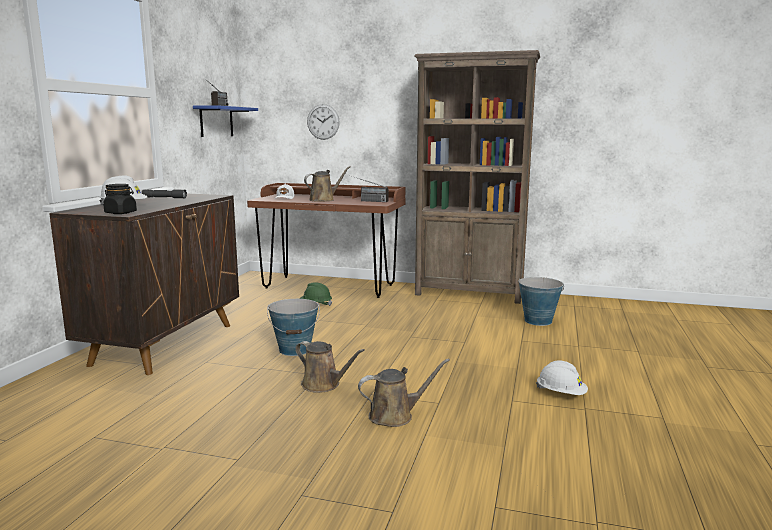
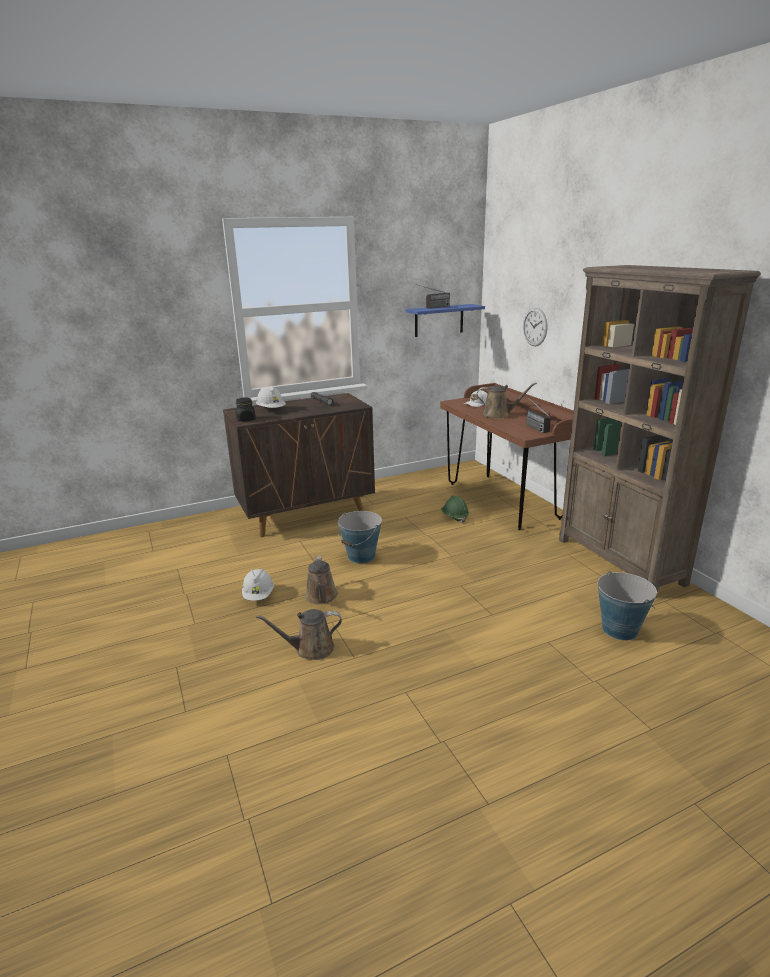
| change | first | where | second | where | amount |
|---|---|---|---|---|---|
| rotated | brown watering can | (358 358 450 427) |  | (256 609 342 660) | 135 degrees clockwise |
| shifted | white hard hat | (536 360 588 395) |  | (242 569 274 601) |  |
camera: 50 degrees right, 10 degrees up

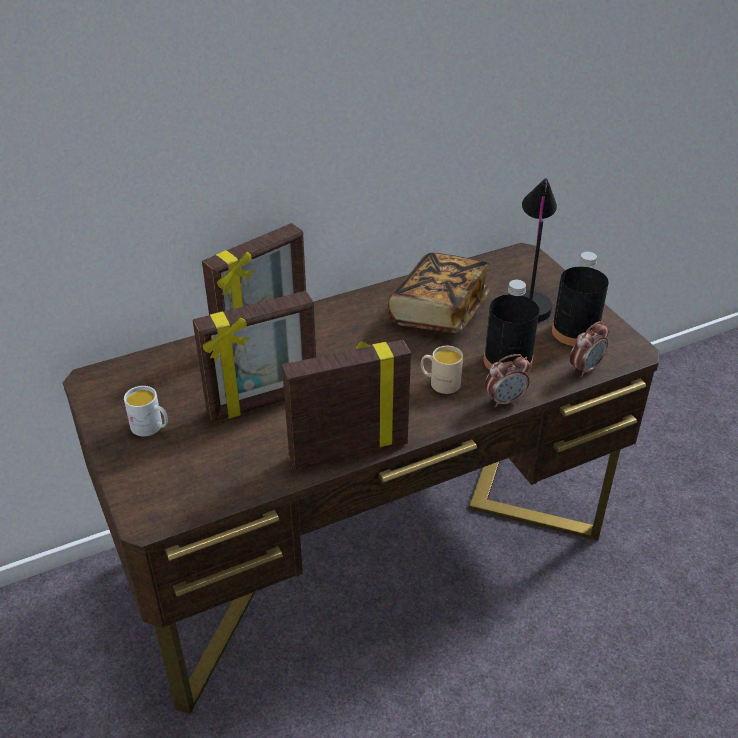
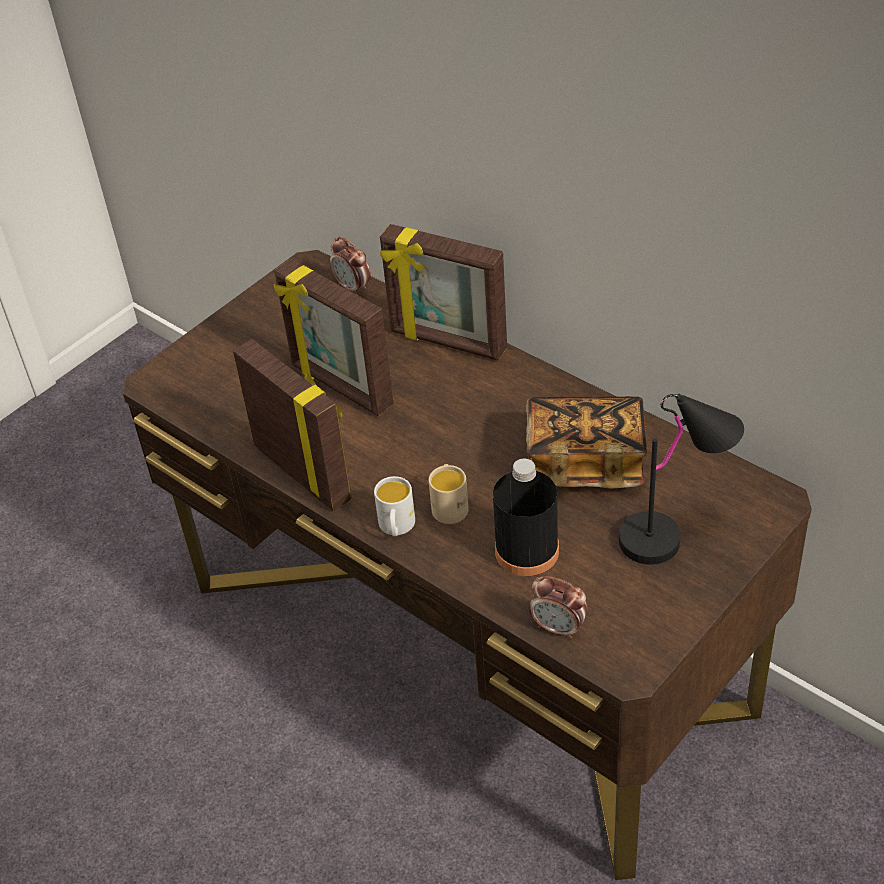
| change | first | where | second | where | amount |
|---|---|---|---|---|---|
| shifted | white mug | (124 386 168 436) |  | (374 476 415 536) |  |
| shifted | alarm clock | (485 354 530 408) |  | (330 236 371 295) |  |
| gone | black bottle | (552 252 609 346) |  |  |  |
camera: 70 degrees right, 5 degrees up

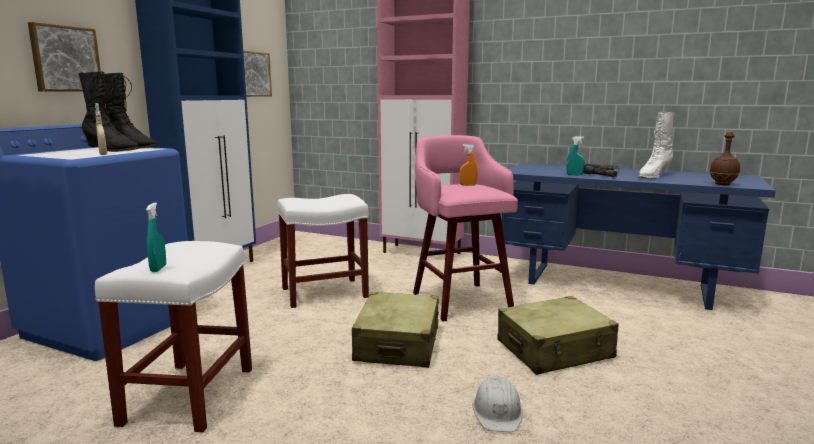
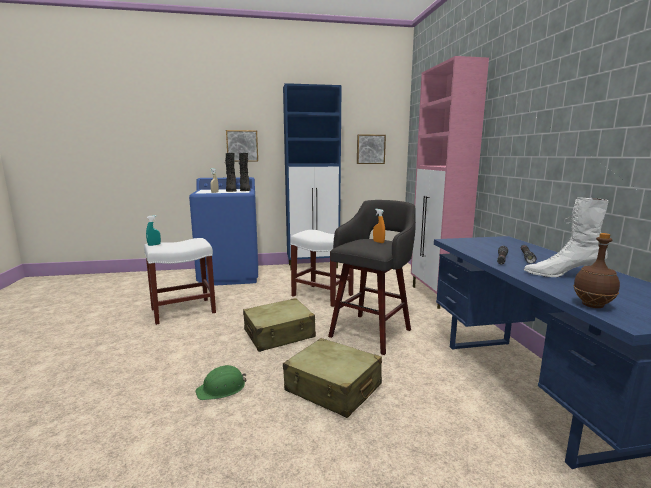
| change | first | where | second | where | amount |
|---|---|---|---|---|---|
| repainted | pink stool | (413 135 518 322) | grey stool | (328 200 416 355) |  |
| repainted | white hard hat | (472 376 523 432) | green hard hat | (195 365 246 400) |  |
| gone | turquoise spray bottle | (567 136 585 176) |  |  |  |
camera: 55 degrees right, 0 degrees up

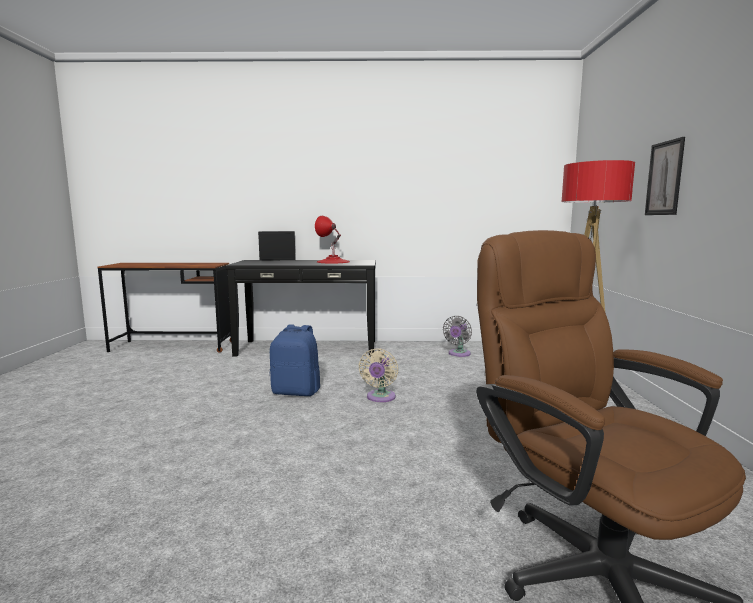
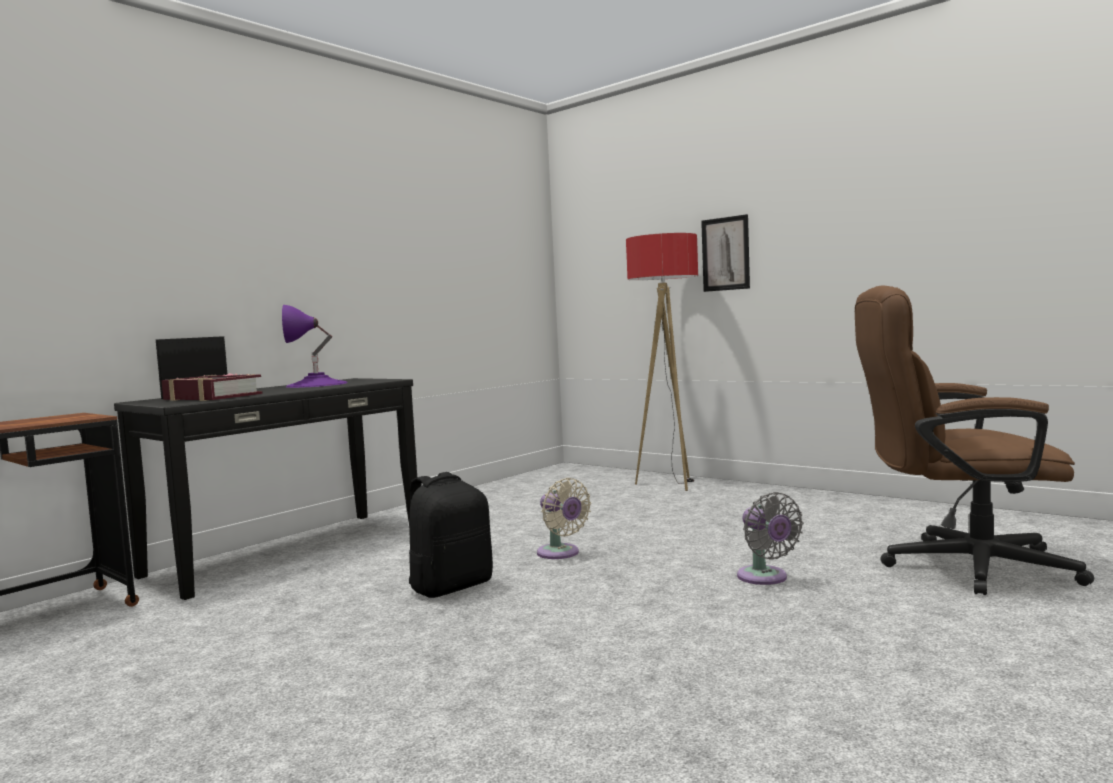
| change | first | where | second | where | amount |
|---|---|---|---|---|---|
| repainted | blue backpack | (270 324 320 396) | black backpack | (409 472 493 598) |  |
| repainted | red table lamp | (315 216 350 264) | purple table lamp | (282 305 348 388) |  |
| shifted | grey fan | (443 316 472 357) |  | (737 492 804 585) |  |
| new |  |  | book | (161 373 263 401) |  |
camera: 50 degrees left, 5 degrees down

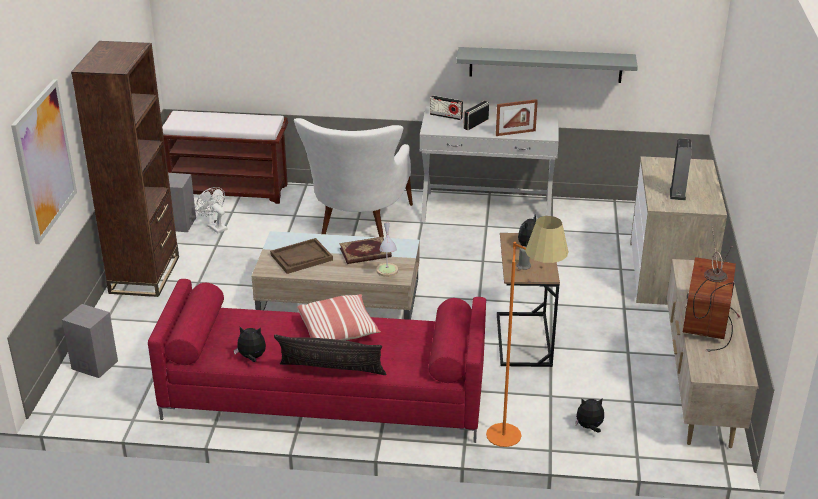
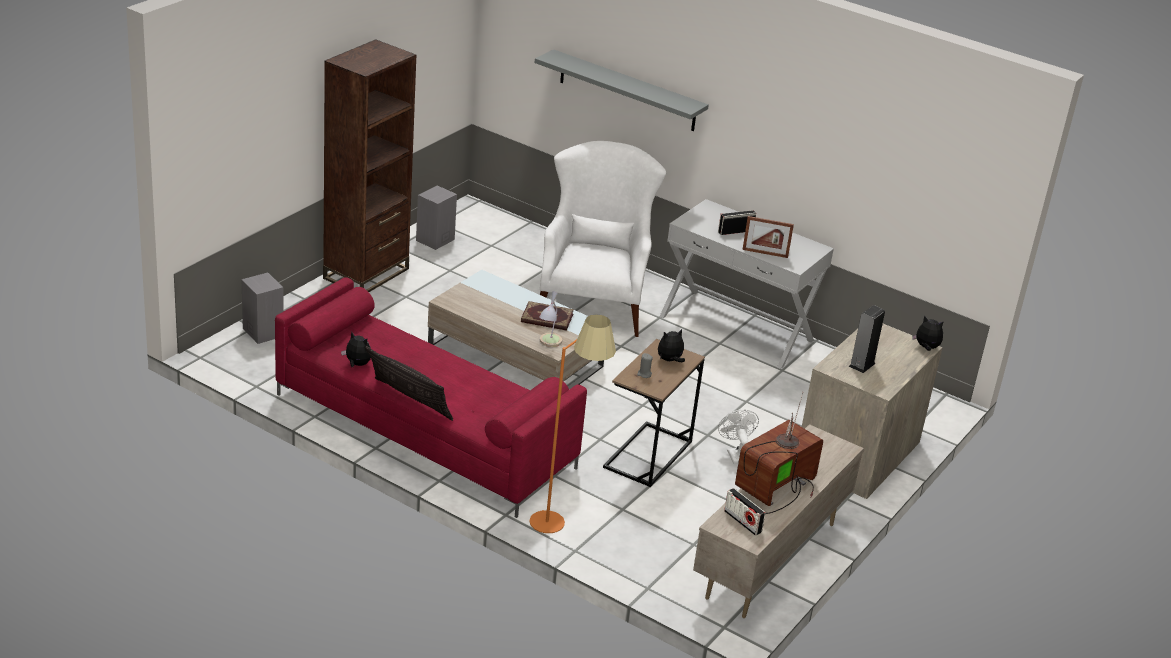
| change | first | where | second | where | amount |
|---|---|---|---|---|---|
| gone | picture | (11 79 77 244) |  |  |  |
| gone | brown bench | (162 111 288 204) |  |  |  |
| shifted | white fan | (196 187 227 233) |  | (718 410 759 464) |  |
| gone | brown tray | (270 238 333 274) |  |  |  |
| rotated | white armchair | (294 118 413 238) |  | (540 141 666 337) | 150 degrees clockwise |
| gone | pillow | (297 294 381 341) |  |  |  |
| shifted | radio | (430 95 463 120) |  | (724 488 765 536) |  |
| shifted | grey shelf | (456 47 638 83) |  | (535 49 709 131) |  |
| shifted | plush toy | (575 399 604 432) |  | (912 316 944 351) |  |
camera: 25 degrees right, 0 degrees up

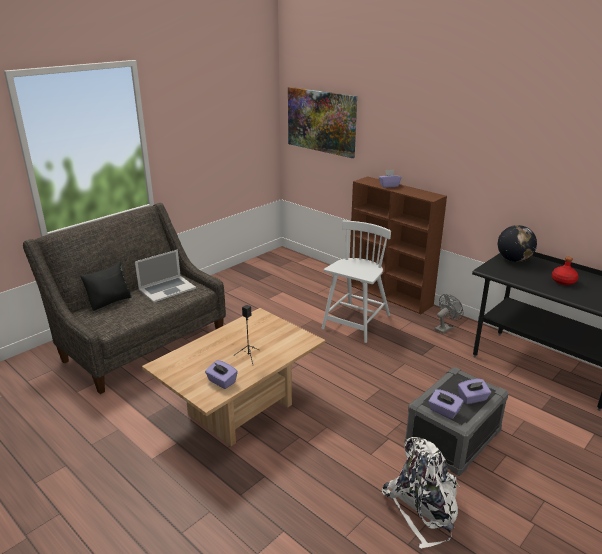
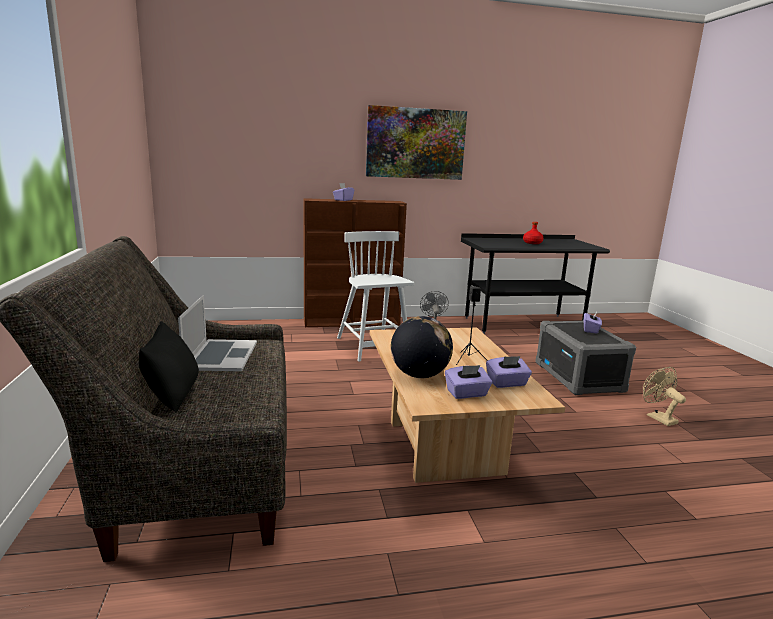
| change | first | where | second | where | amount |
|---|---|---|---|---|---|
| shifted | picture | (288 87 357 158) |  | (366 105 467 180) |  |
| swapped | white backpack | (382 437 460 549) | beige fan | (643 367 686 426) |  |
| shifted | purple tissue box | (429 389 463 419) |  | (445 365 492 399) |  |
| shifted | globe | (498 225 537 262) |  | (391 316 453 378) |  |
camera: 55 degrees left, 10 degrees down

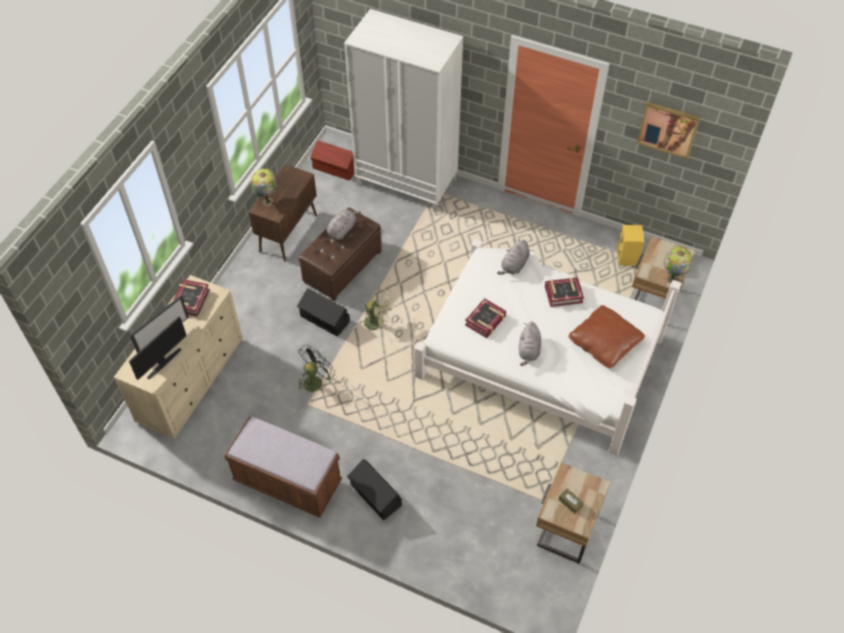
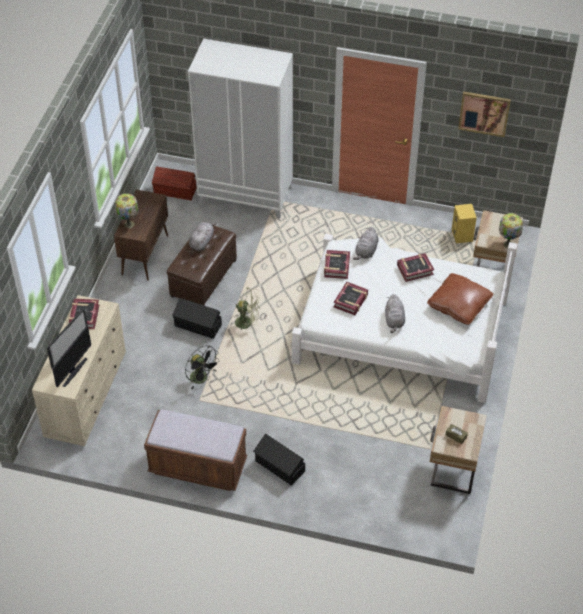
| change | first | where | second | where | amount |
|---|---|---|---|---|---|
| rotated | black fan | (298 345 333 392) |  | (185 345 220 390) | 105 degrees clockwise |
| new |  |  | book | (324 250 350 279) |  |
camera: 10 degrees left, 5 degrees down

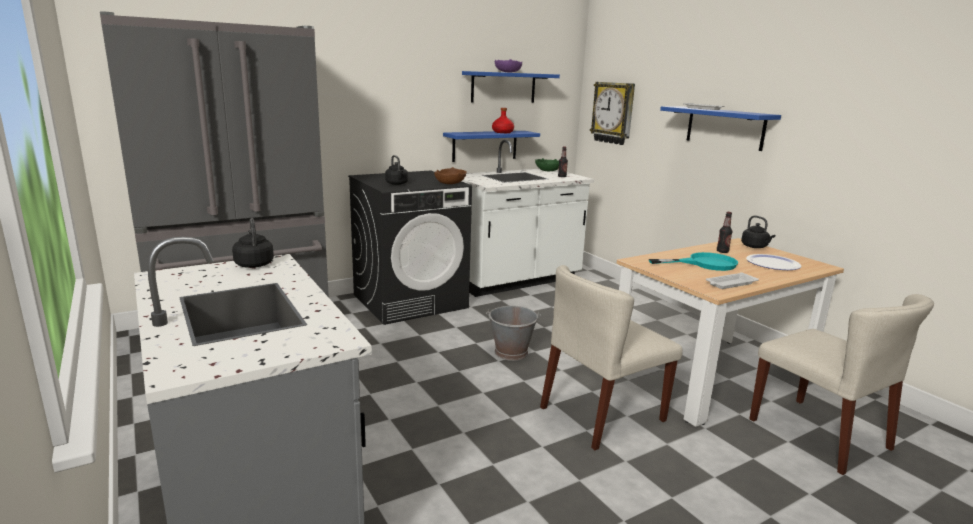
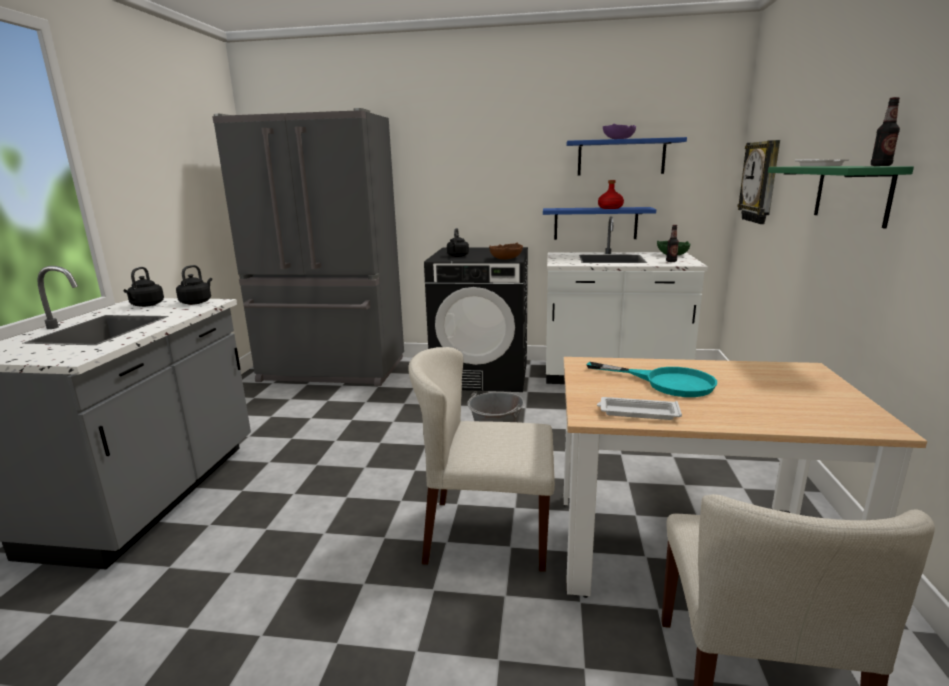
| change | first | where | second | where | amount |
|---|---|---|---|---|---|
| repainted | blue shelf | (660 106 781 151) | green shelf | (768 166 914 229) |  |
| shifted | bottle | (717 212 732 253) |  | (871 97 900 166) |  |
| shifted | black kettle | (741 216 775 248) |  | (123 267 164 307) |  |
| gone | plate | (746 254 801 270) |  |  |  |
camera: 40 degrees right, 0 degrees up

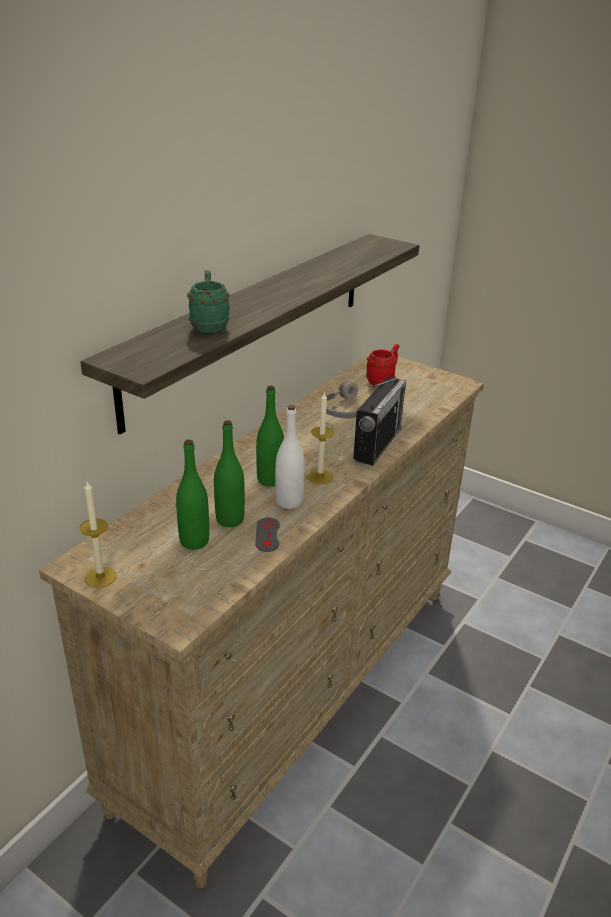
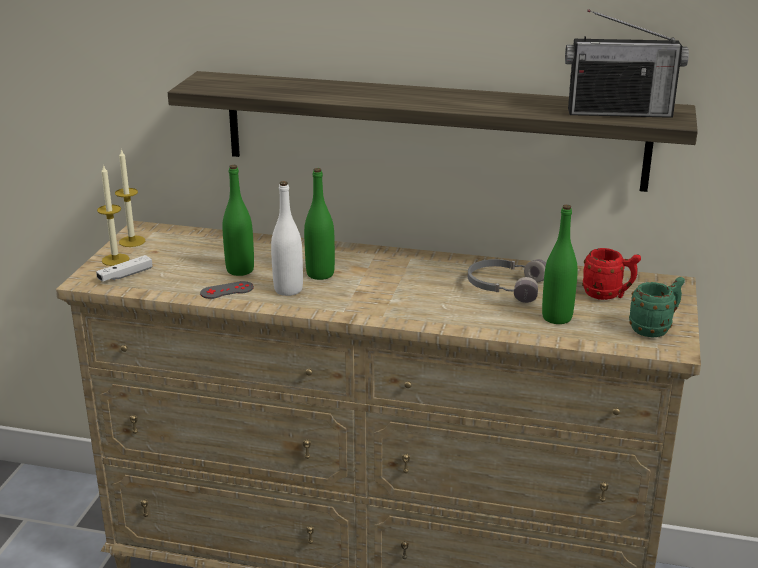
| change | first | where | second | where | amount |
|---|---|---|---|---|---|
| shifted | green bottle | (176 439 209 550) |  | (542 205 578 324) |  |
| shifted | green mug | (187 270 230 333) |  | (629 277 685 338) |  |
| shifted | candle | (308 391 334 484) |  | (97 164 129 266) |  |
| shifted | radio | (353 377 406 465) |  | (565 9 689 118) |  |
| new |  |  | white game controller | (96 255 152 282) |  |
camera: 70 degrees right, 5 degrees down

